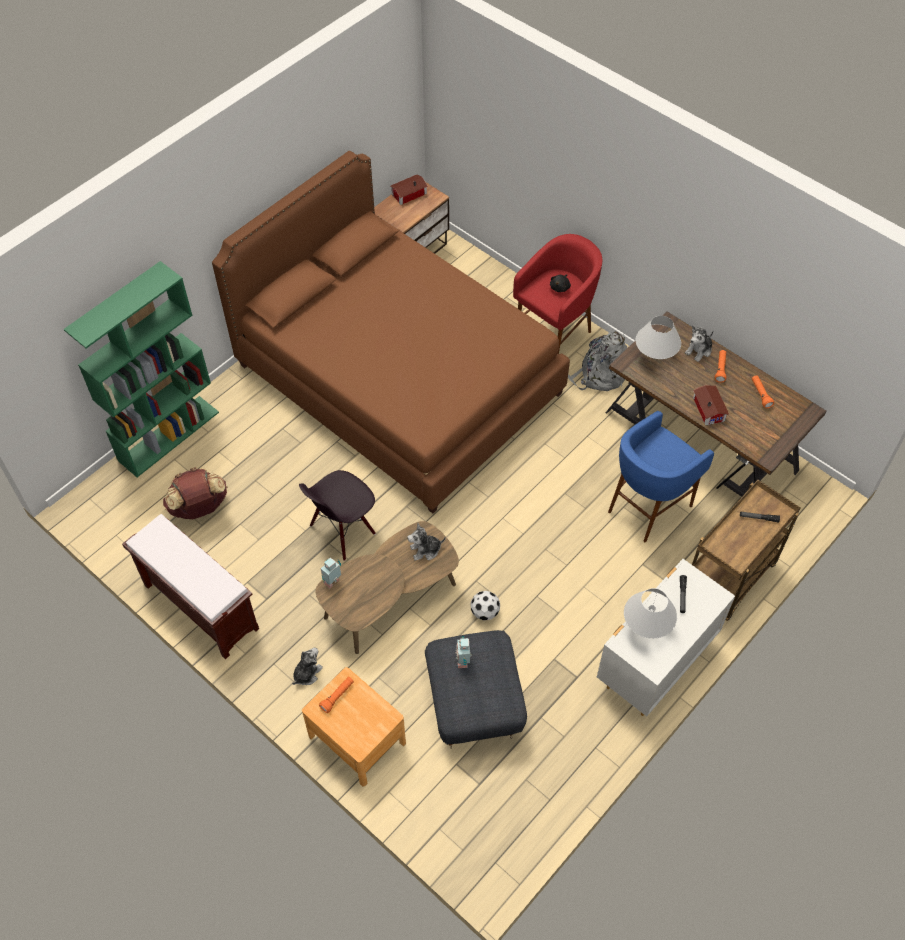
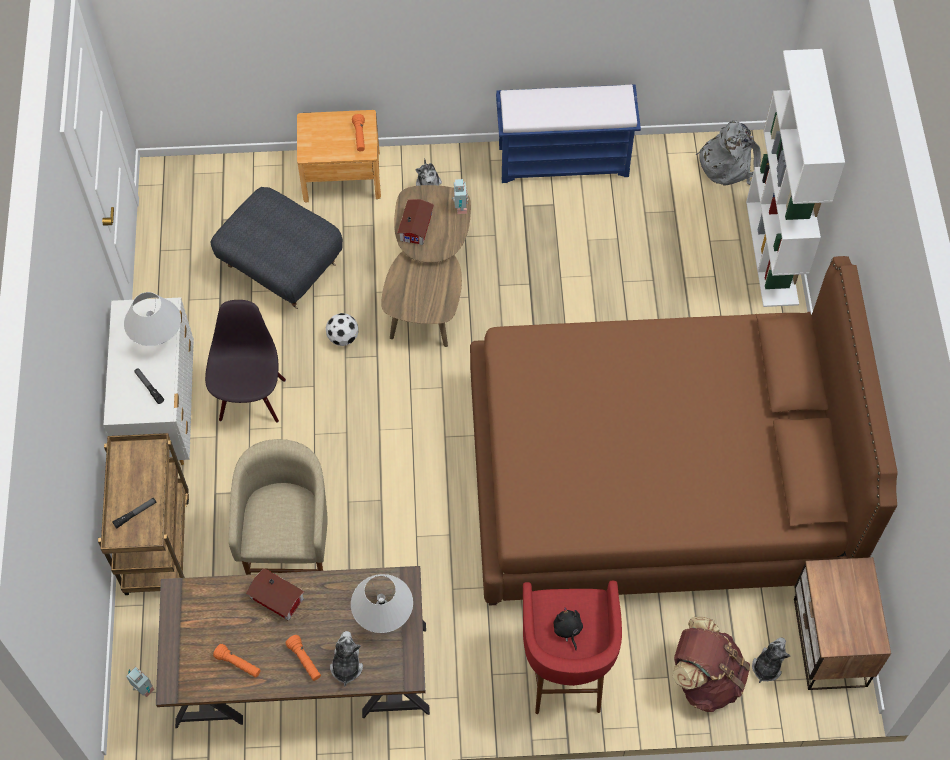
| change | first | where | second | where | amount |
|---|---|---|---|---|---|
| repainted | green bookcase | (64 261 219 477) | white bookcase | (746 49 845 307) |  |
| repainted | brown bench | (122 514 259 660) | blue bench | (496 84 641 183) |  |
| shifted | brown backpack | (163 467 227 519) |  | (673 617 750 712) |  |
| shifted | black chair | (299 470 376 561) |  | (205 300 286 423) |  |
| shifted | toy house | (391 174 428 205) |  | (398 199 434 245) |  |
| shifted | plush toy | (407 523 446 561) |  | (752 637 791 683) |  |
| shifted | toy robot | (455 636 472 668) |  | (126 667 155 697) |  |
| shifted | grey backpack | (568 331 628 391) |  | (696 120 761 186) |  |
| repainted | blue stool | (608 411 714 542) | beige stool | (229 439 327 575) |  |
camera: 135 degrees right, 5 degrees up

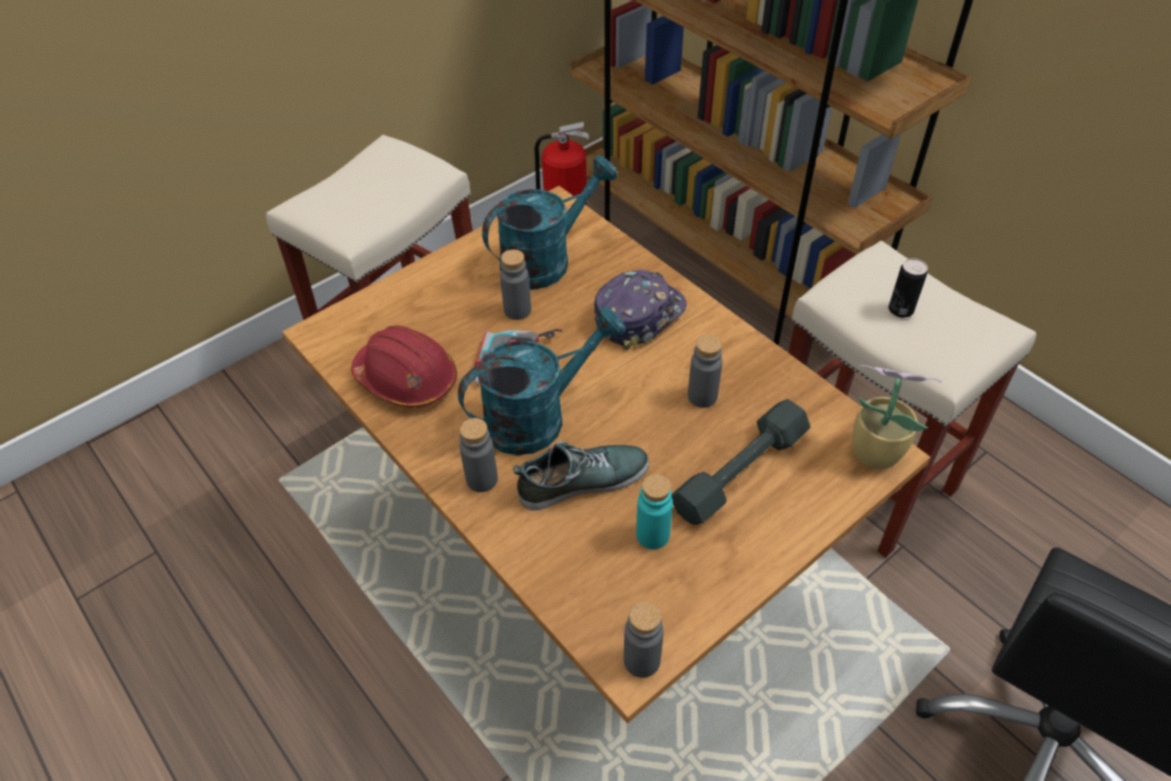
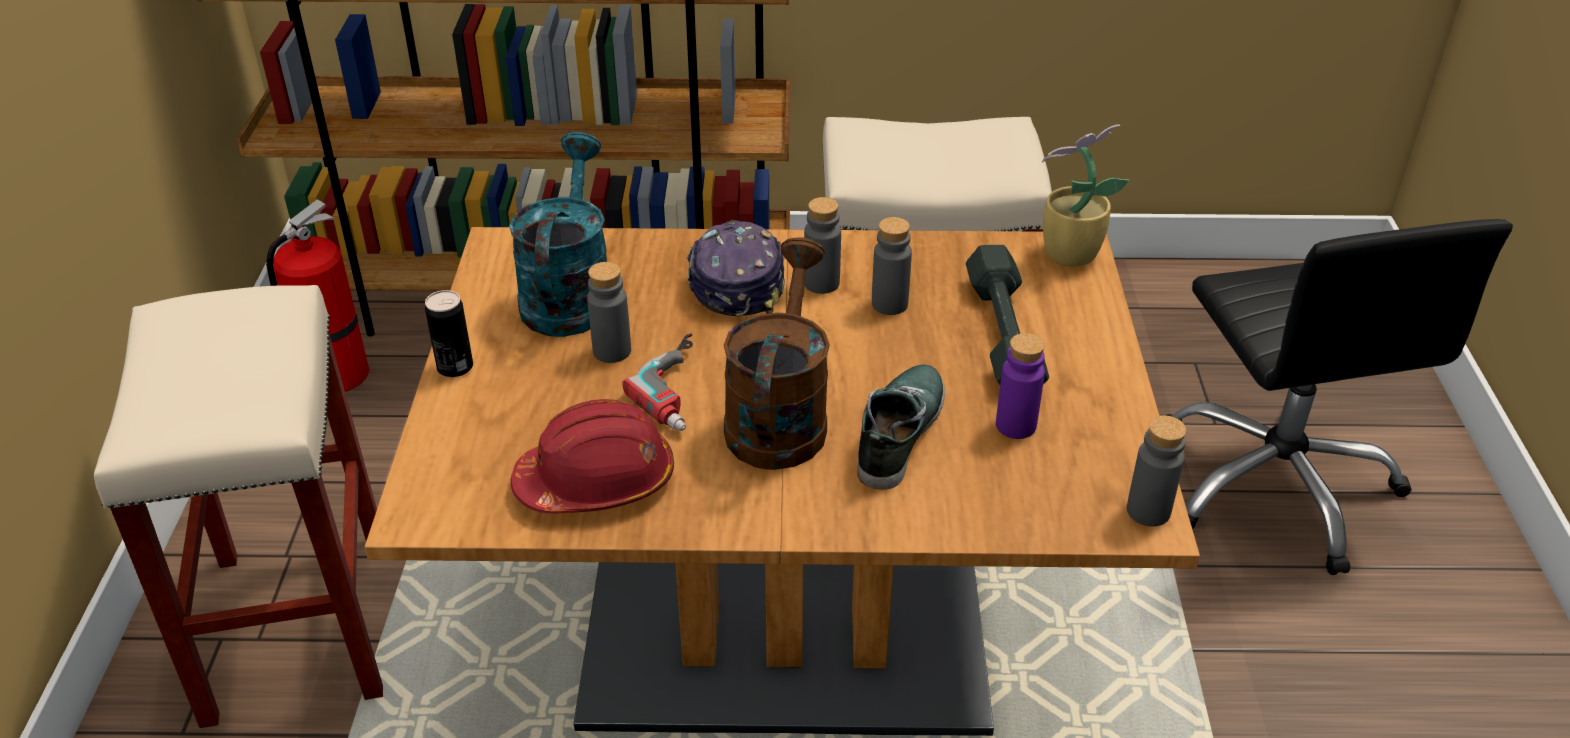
| change | first | where | second | where | amount |
|---|---|---|---|---|---|
| repainted | turquoise watering can | (458 306 626 455) | brown watering can | (724 237 830 470) |  |
| shifted | grey bottle | (460 418 498 492) |  | (804 197 841 294) |  |
| repainted | turquoise bottle | (636 474 673 549) | purple bottle | (996 333 1045 439) |  |
| shifted | can | (889 258 928 318) |  | (425 290 473 377) |  |
camera: 50 degrees left, 10 degrees down

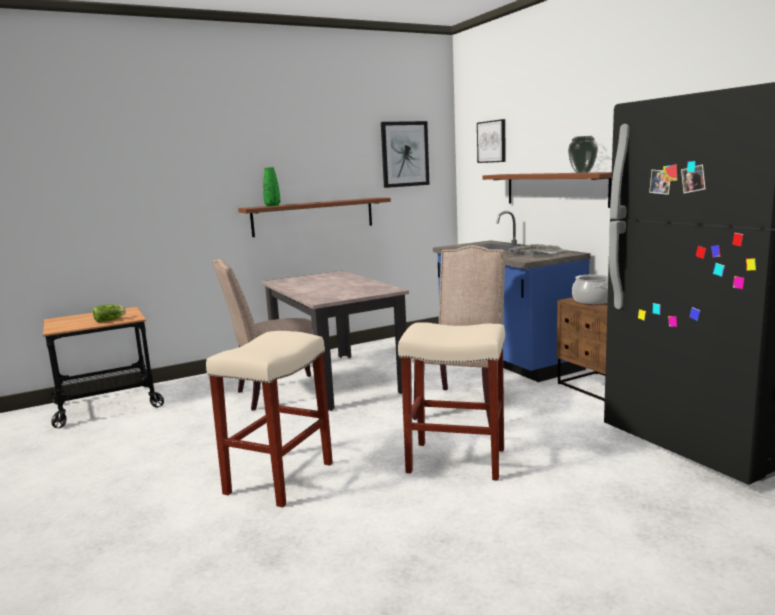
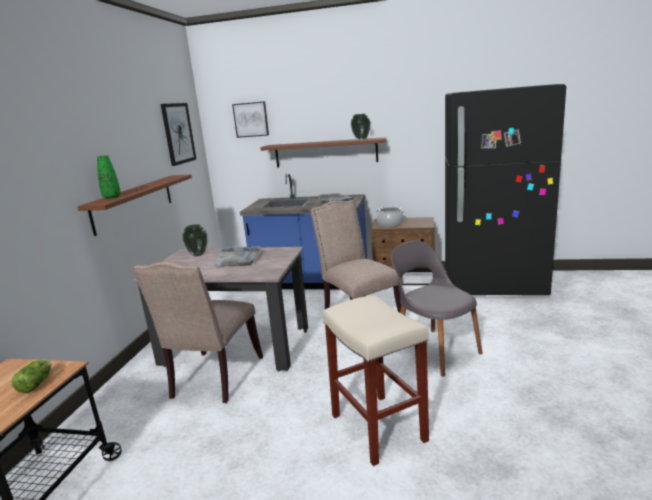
| change | first | where | second | where | amount |
|---|---|---|---|---|---|
| swapped | beige stool | (398 322 505 481) | grey chair | (391 241 483 376) |  |
| new |  |  | vase | (182 224 207 257) |  |
| new |  |  | grey tray | (215 246 262 267) |  |
camera: 50 degrees left, 5 degrees up

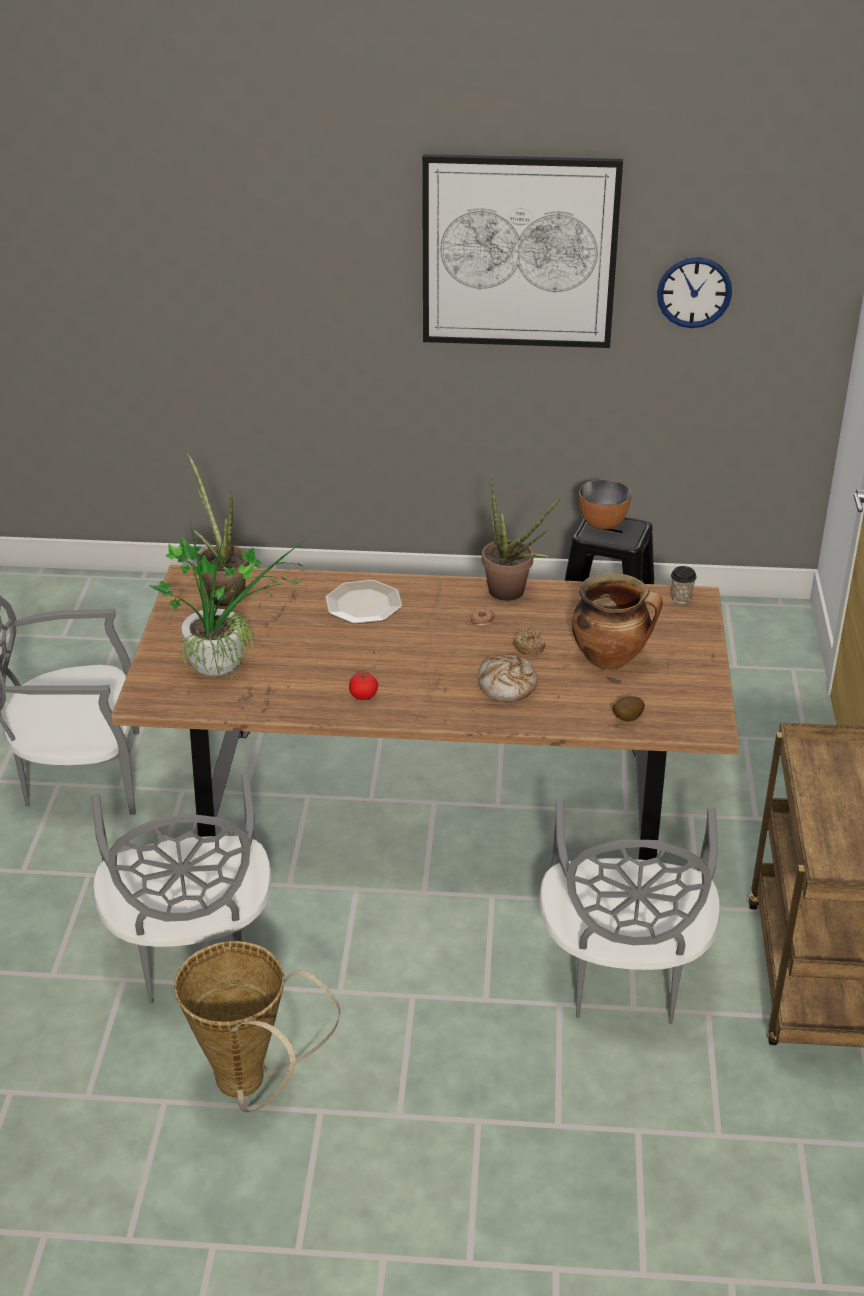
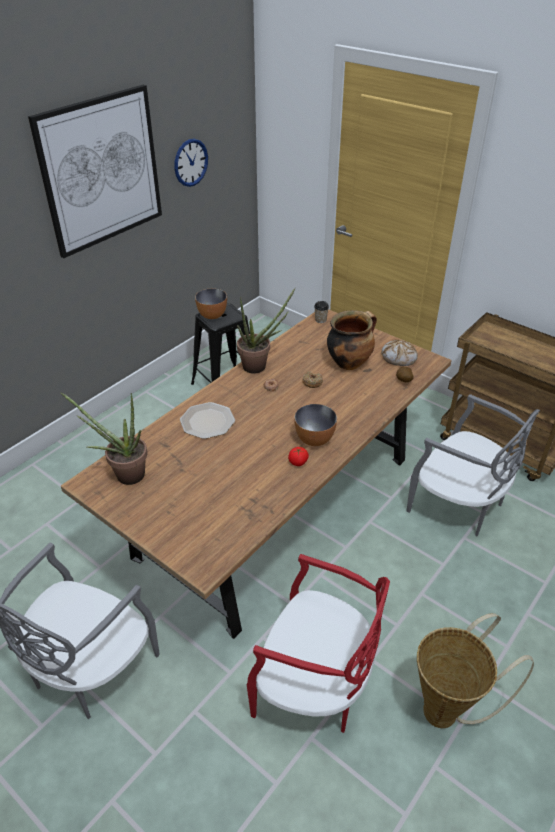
| change | first | where | second | where | amount |
|---|---|---|---|---|---|
| repainted | grey chair | (92 774 272 1004) | red chair | (247 554 390 733) |  |
| gone | potted plant | (148 513 309 679) |  |  |  |
| shifted | bread | (478 655 538 702) |  | (381 339 418 366) |  |
| new |  |  | bowl | (294 404 337 446) |  |
camera: 55 degrees left, 5 degrees up

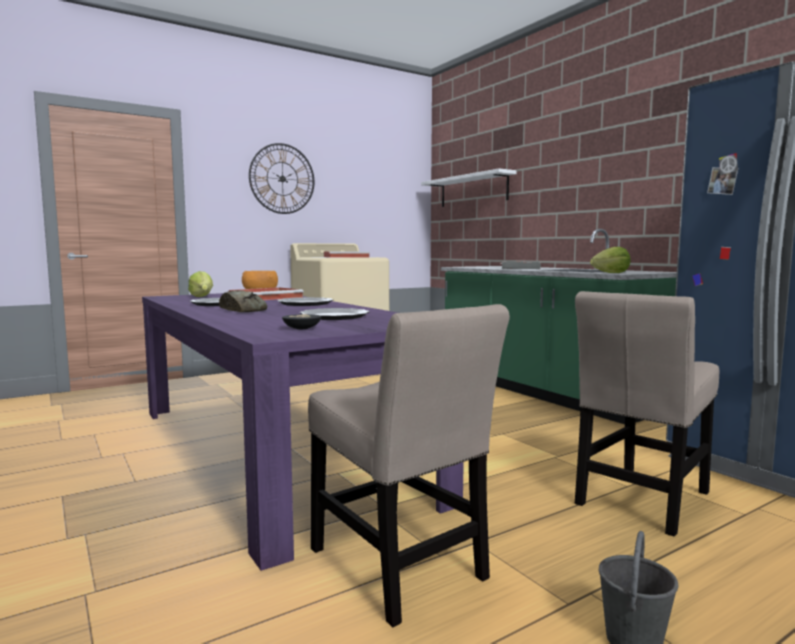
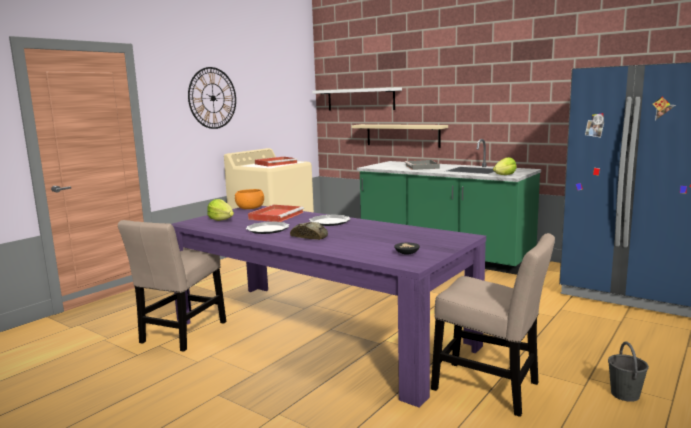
| change | first | where | second | where | amount |
|---|---|---|---|---|---|
| gone | plate | (300 308 370 320) |  |  |  |
| shifted | beige chair | (575 291 719 537) |  | (118 220 226 352) |  |
| new |  |  | beige shelf | (351 124 448 148) |  |
camera: 20 degrees left, 5 degrees up

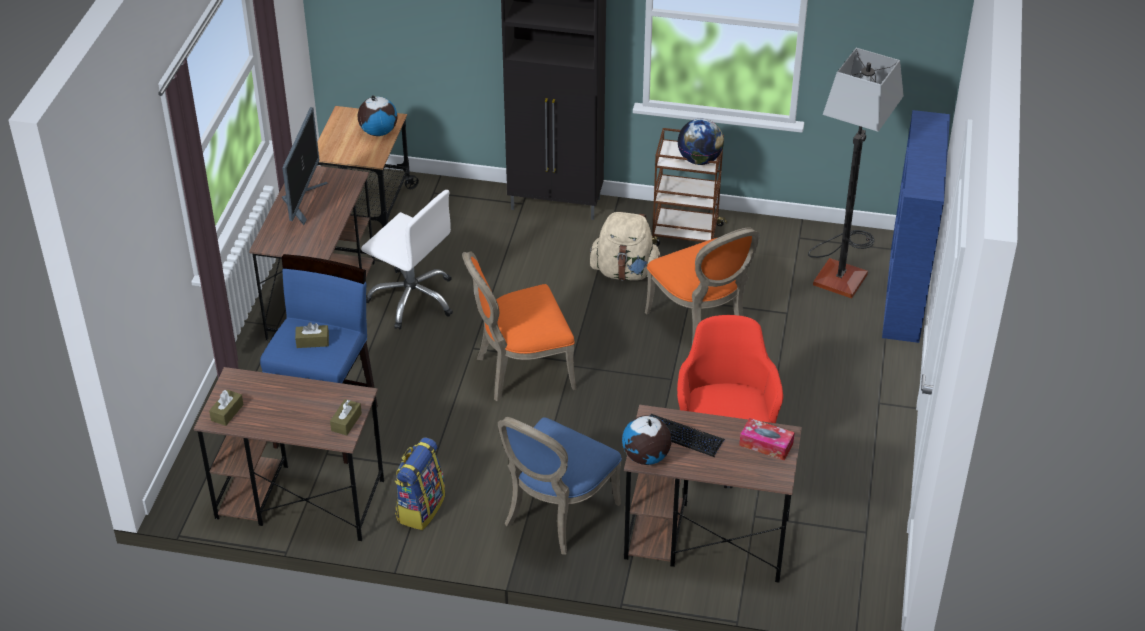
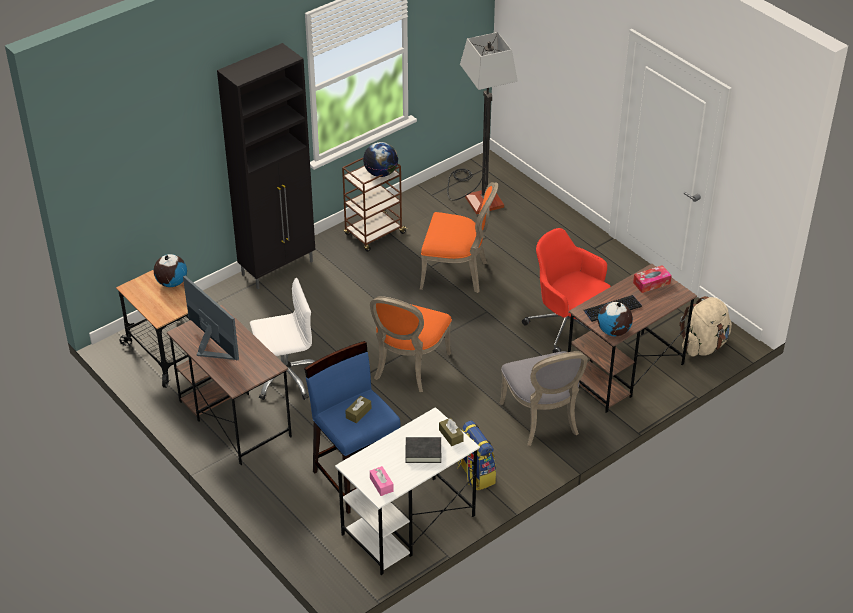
| change | first | where | second | where | amount |
|---|---|---|---|---|---|
| repainted | brown desk | (194 367 384 541) | white desk | (335 407 480 575) |  |
| repainted | brown tissue box | (209 390 244 426) | pink tissue box | (370 466 394 496) |  |
| repainted | blue chair | (498 417 622 555) | grey chair | (500 351 588 446) |  |
| shifted | beige backpack | (590 212 660 281) |  | (679 296 732 357) |  |
| gone | blue bookcase | (882 110 950 343) |  |  |  |
| new |  |  | black book | (405 437 441 463) |  |
camera: 50 degrees left, 0 degrees up

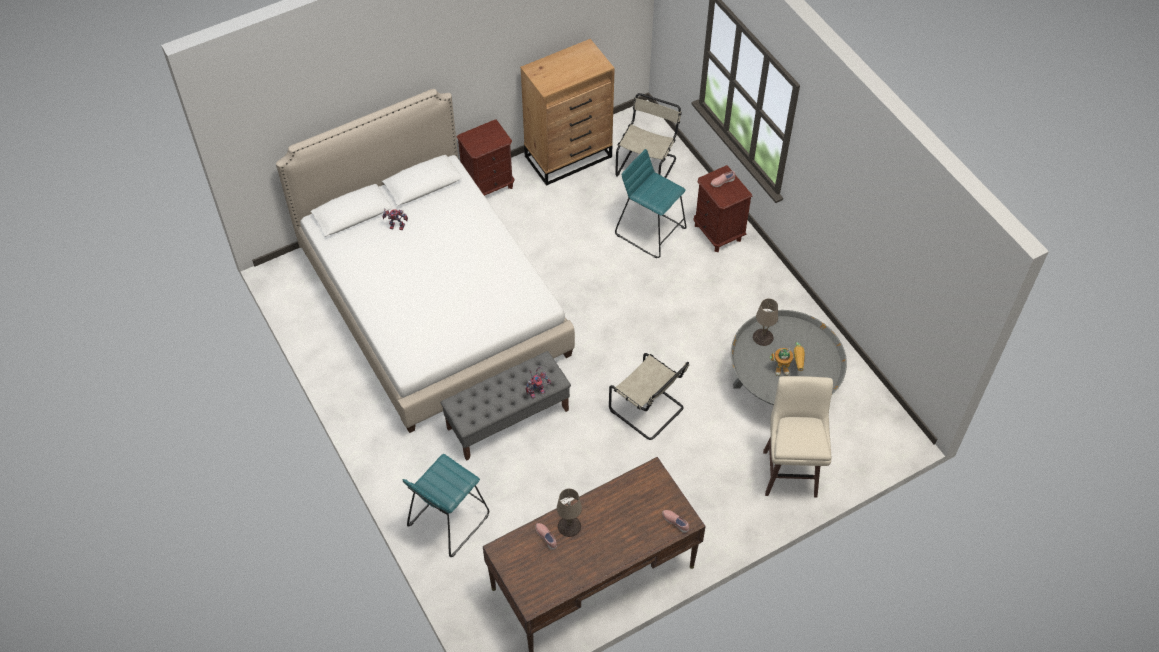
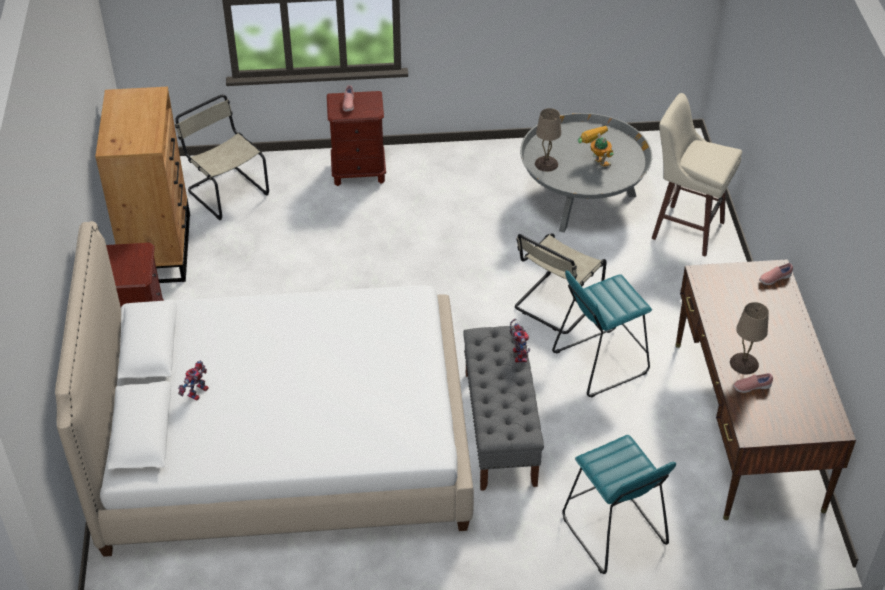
| change | first | where | second | where | amount |
|---|---|---|---|---|---|
| rotated | beige chair | (609 353 689 440) |  | (515 233 607 334) | 150 degrees clockwise |
| shifted | turquoise stool | (615 149 687 259) |  | (552 270 652 398) |  |
| rotated | toy robot | (770 342 805 376) |  | (578 126 614 167) | 60 degrees counterclockwise |
camera: 65 degrees left, 10 degrees down

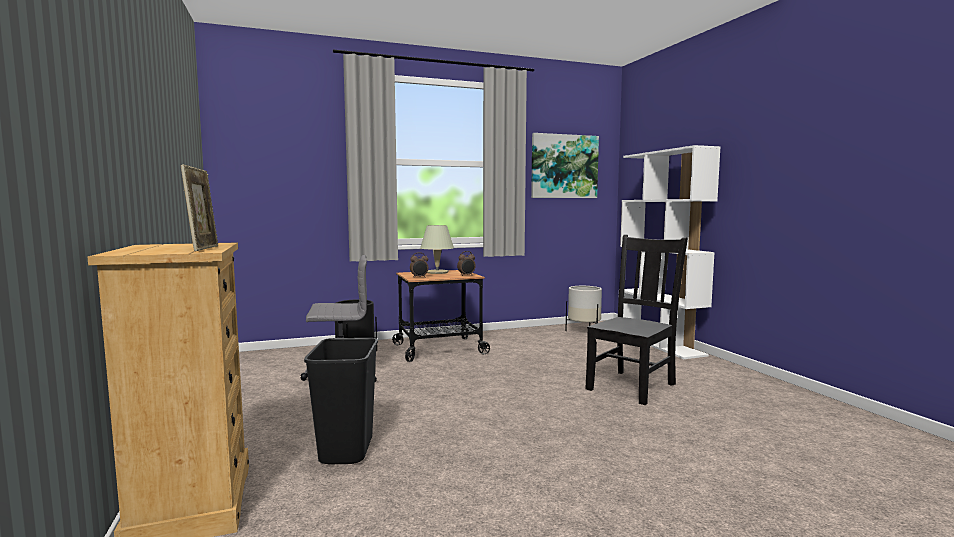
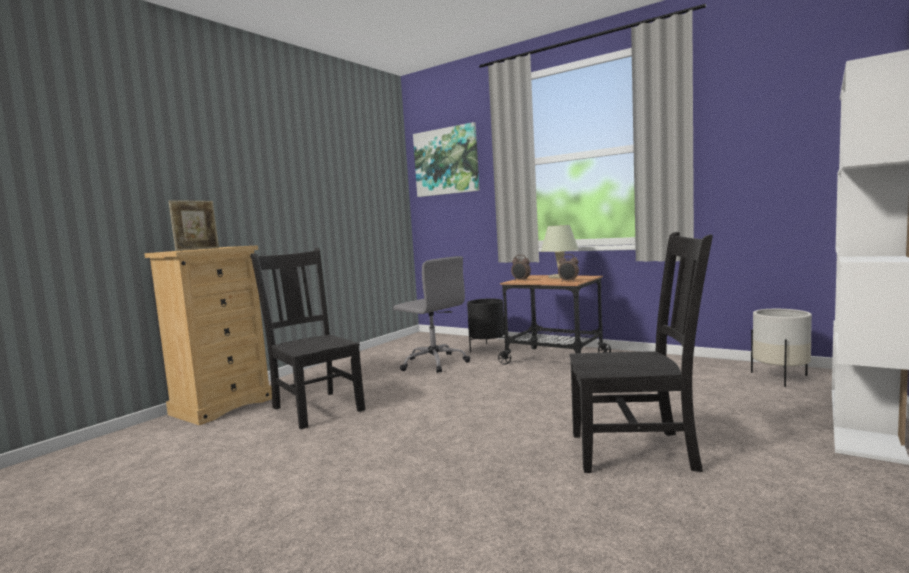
| change | first | where | second | where | amount |
|---|---|---|---|---|---|
| swapped | black trash can | (304 338 378 464) | black chair | (251 248 365 429) |  |
| shifted | picture | (531 133 599 198) |  | (413 122 480 197) |  |
camera: 55 degrees right, 0 degrees up

